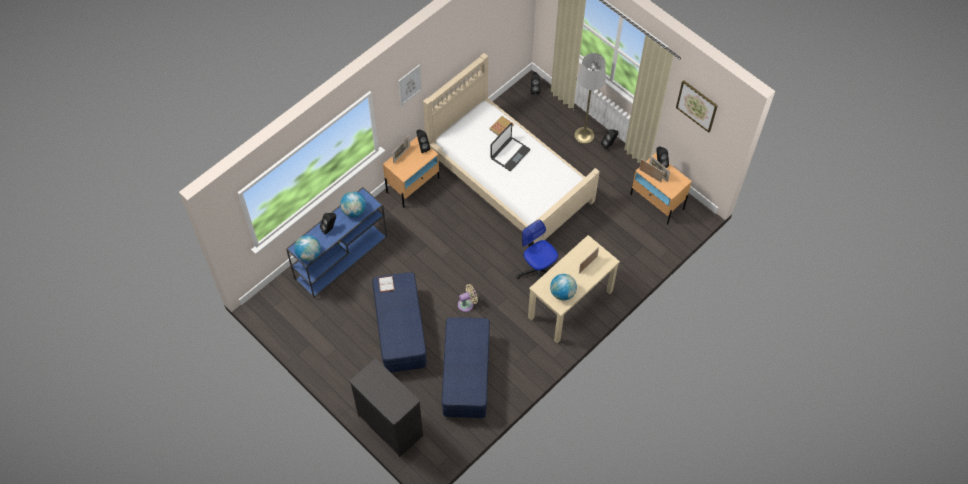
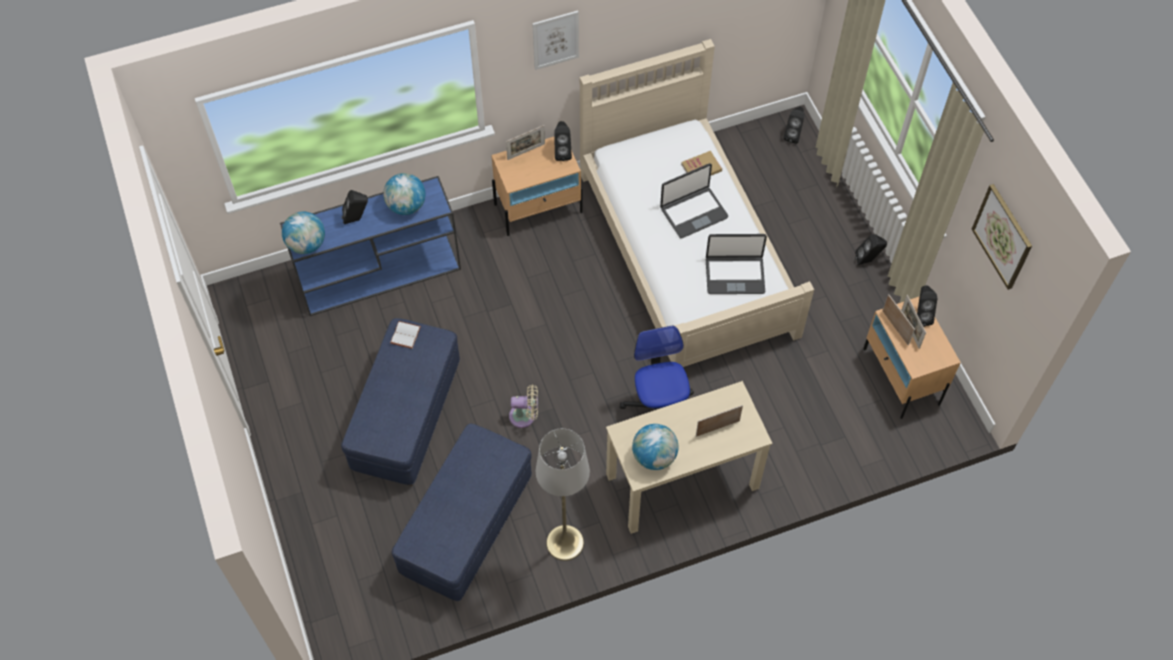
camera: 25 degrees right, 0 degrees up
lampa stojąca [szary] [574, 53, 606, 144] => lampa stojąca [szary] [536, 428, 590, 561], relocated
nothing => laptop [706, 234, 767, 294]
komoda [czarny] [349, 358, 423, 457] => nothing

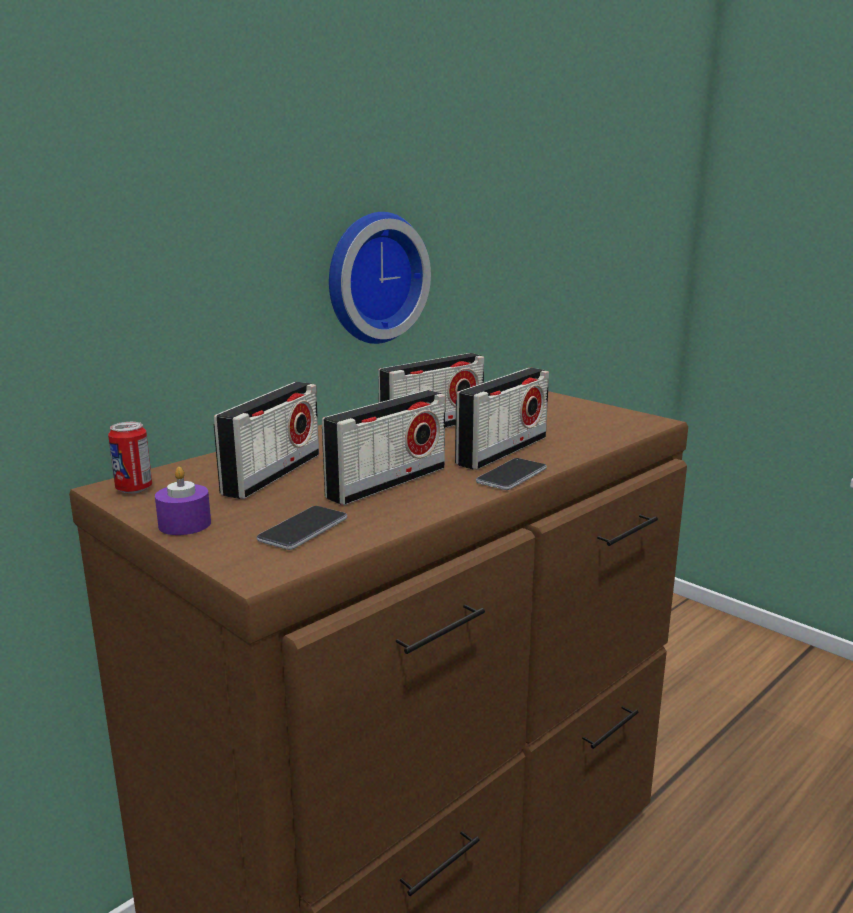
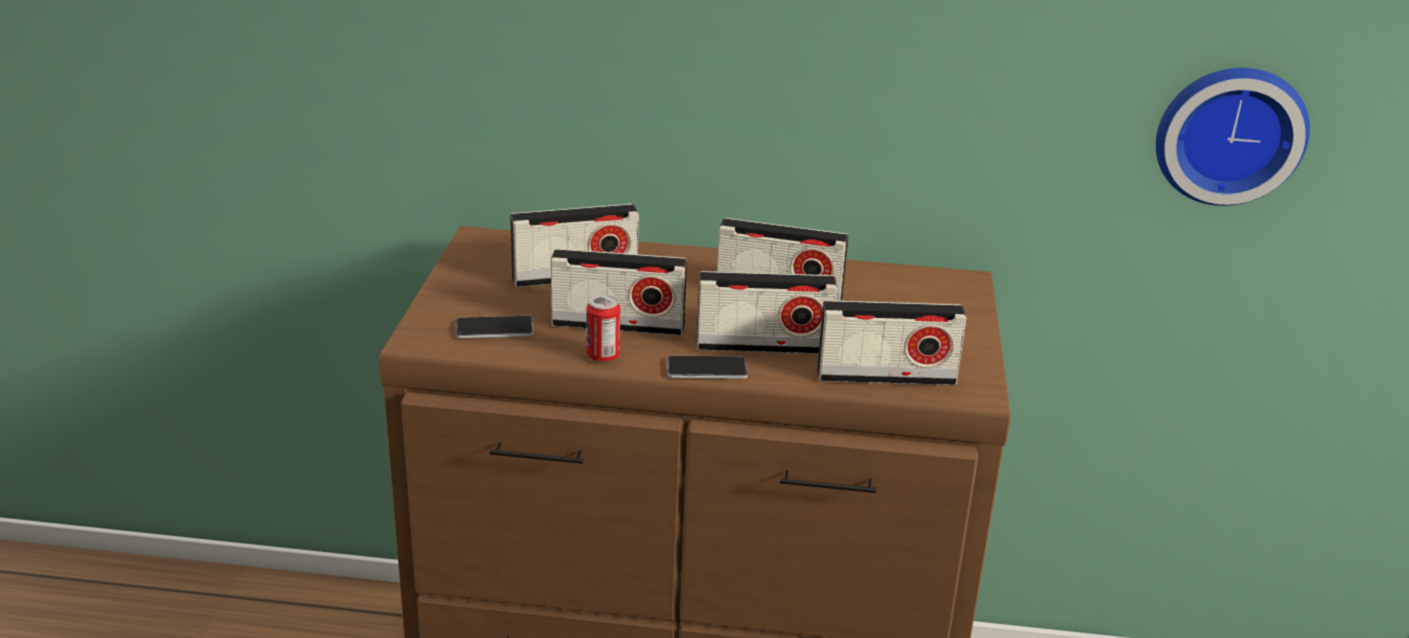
camera: 50 degrees right, 10 degrees up
puszka [108, 422, 152, 494] => puszka [586, 295, 620, 362], relocated
nothing => radio [817, 300, 966, 386]
zegar ścienny [329, 212, 431, 344] => zegar ścienny [1156, 68, 1310, 206], relocated
świeca [fioletowy] [155, 467, 211, 535] => nothing

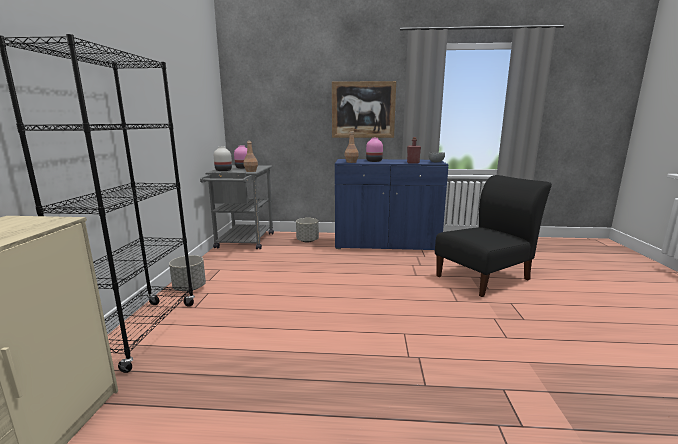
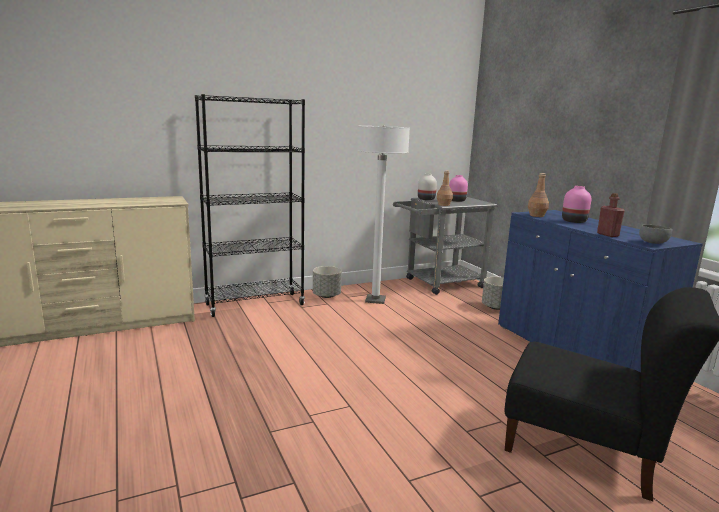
camera: 60 degrees right, 0 degrees up
nothing => lampa stojąca [biały] [356, 125, 410, 304]
obraz [332, 81, 396, 138] => nothing

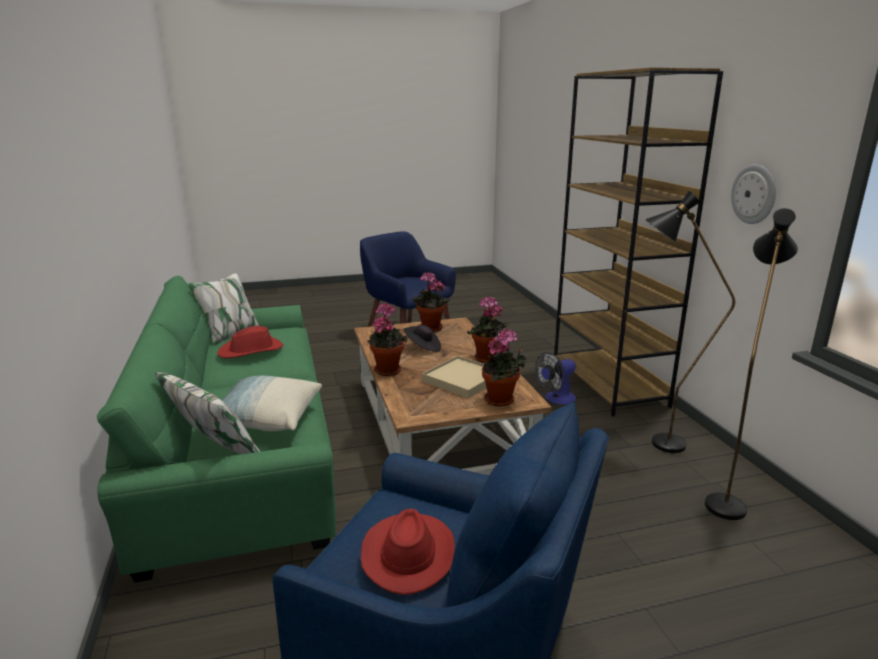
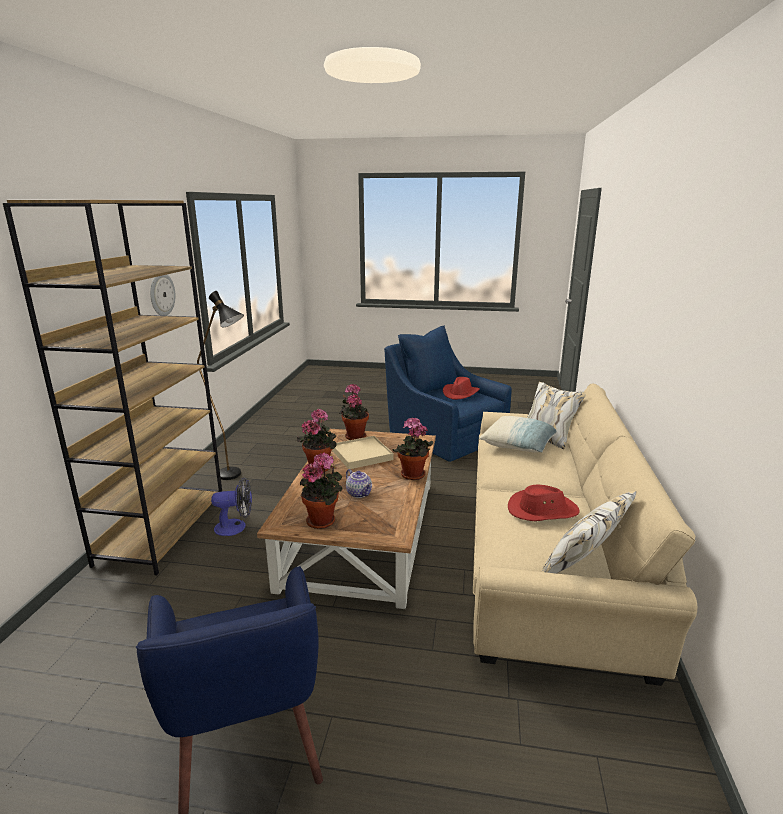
camera: 155 degrees left, 0 degrees up
kapelusz [czarny] [404, 324, 441, 352] => imbryk [346, 469, 372, 498]
kanapa [zielony] [97, 273, 336, 583] => kanapa [beżowy] [473, 382, 697, 686]
lampa stojąca [czarny] [705, 208, 798, 520] => nothing

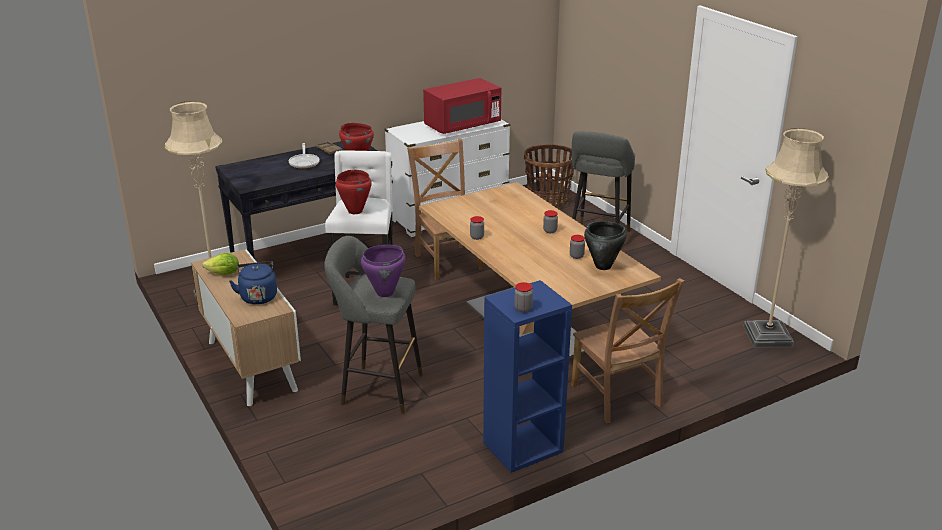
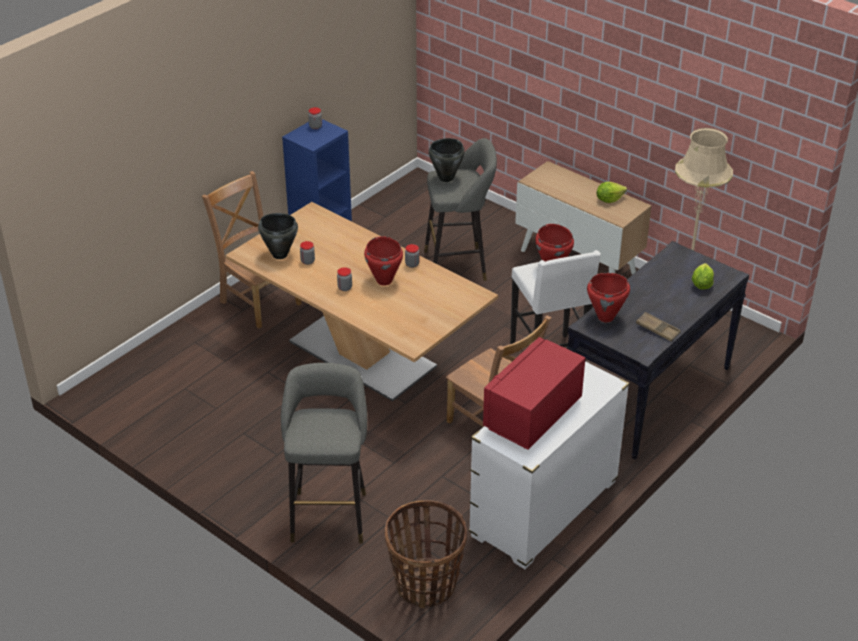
camera: 160 degrees right, 10 degrees up
nothing => garnek [czerwony] [364, 236, 403, 286]
garnek [fioletowy] [361, 245, 406, 297] => garnek [czarny] [429, 138, 465, 182]
nothing => sałata [692, 263, 714, 289]
czajnik [niebieski] [229, 261, 277, 304] => nothing
patelnia [289, 143, 320, 169] => nothing
lampa stojąca [beżowy] [743, 128, 829, 348] => nothing

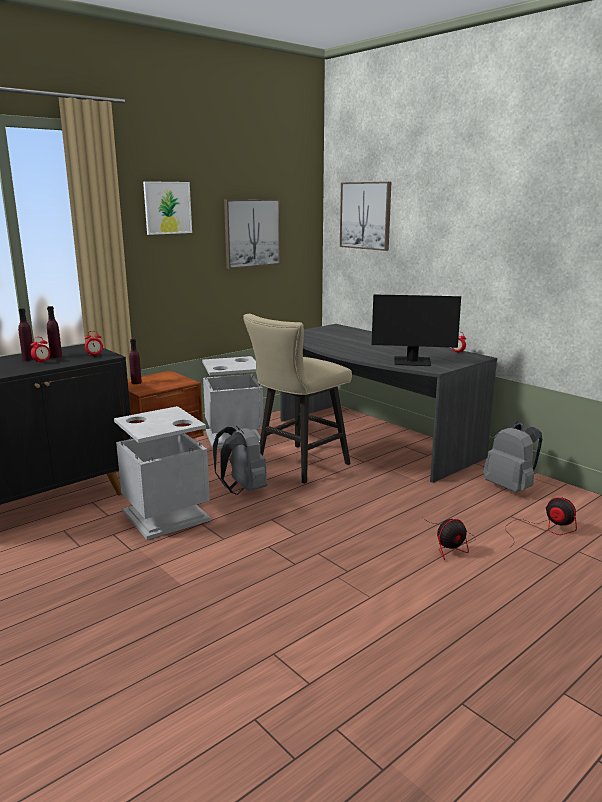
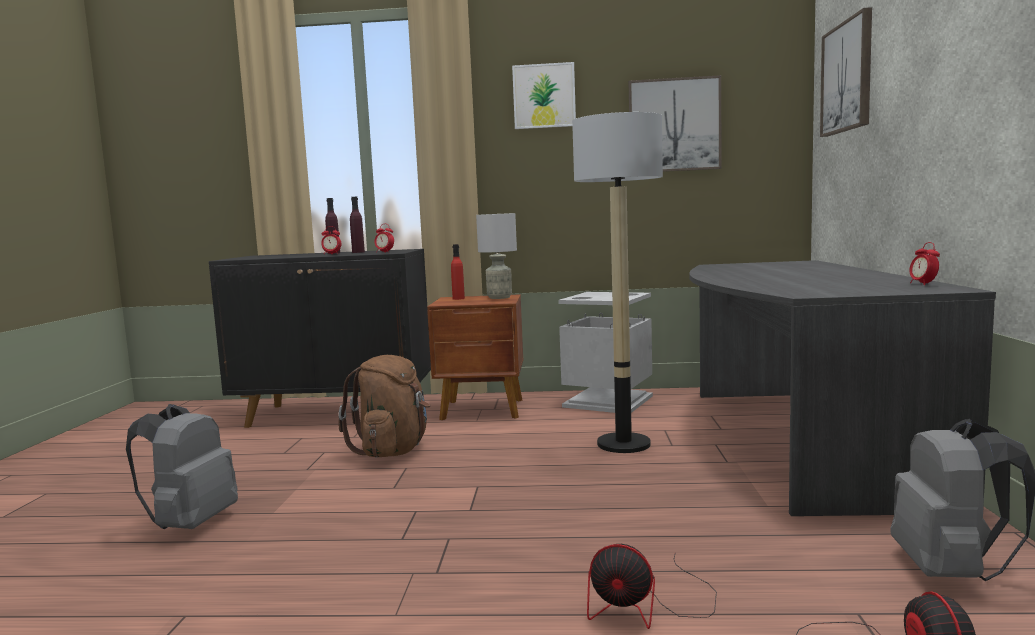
camera: 45 degrees right, 10 degrees down
plecak [szary] [213, 426, 268, 495] => plecak [szary] [126, 404, 238, 529], relocated
kosz na śmieci [szary] [114, 406, 211, 540] => plecak [brązowy] [338, 355, 430, 458]
butelka [fioletowy] [129, 339, 142, 384] => butelka [czerwony] [451, 244, 465, 300]
nothing => lampa stołowa [szary] [476, 213, 517, 299]
stołek [beżowy] [243, 314, 352, 484] => lampa stojąca [572, 112, 663, 453]
monitor [372, 295, 461, 366] => nothing

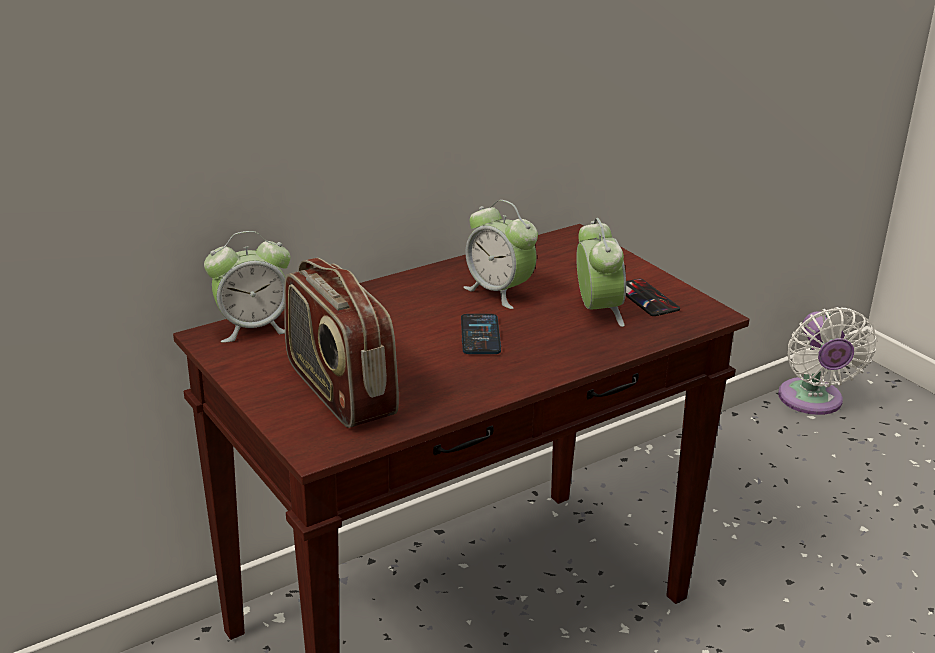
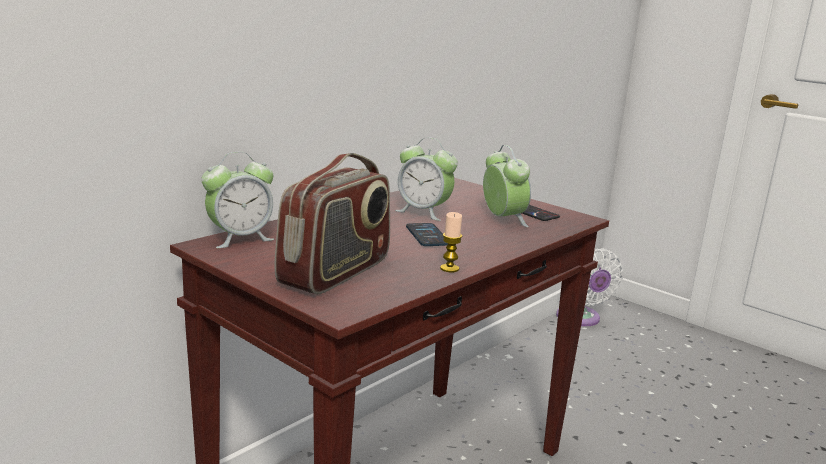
camera: 15 degrees left, 10 degrees down
radio [284, 258, 399, 428] => radio [275, 153, 390, 294], 105 degrees counterclockwise
nothing => świeca [440, 212, 462, 272]

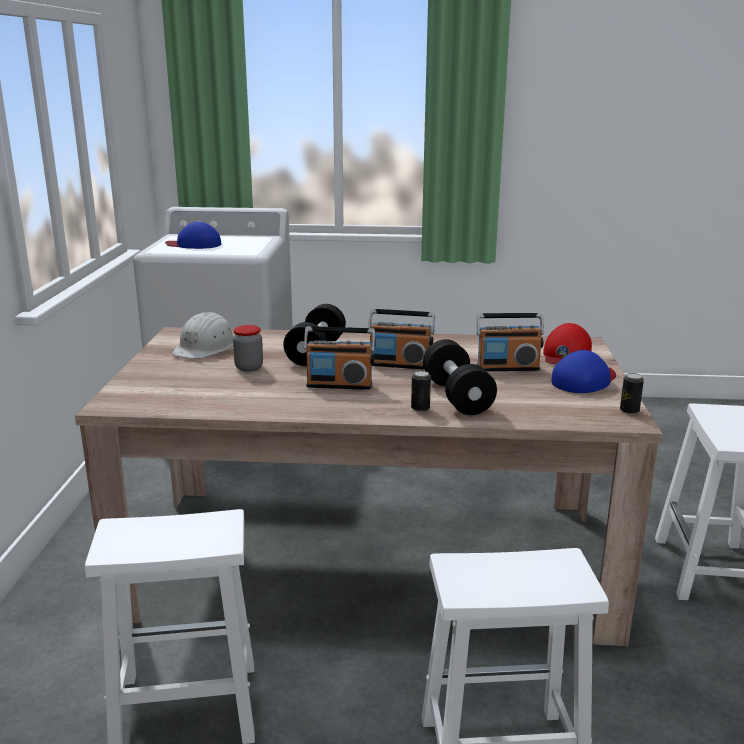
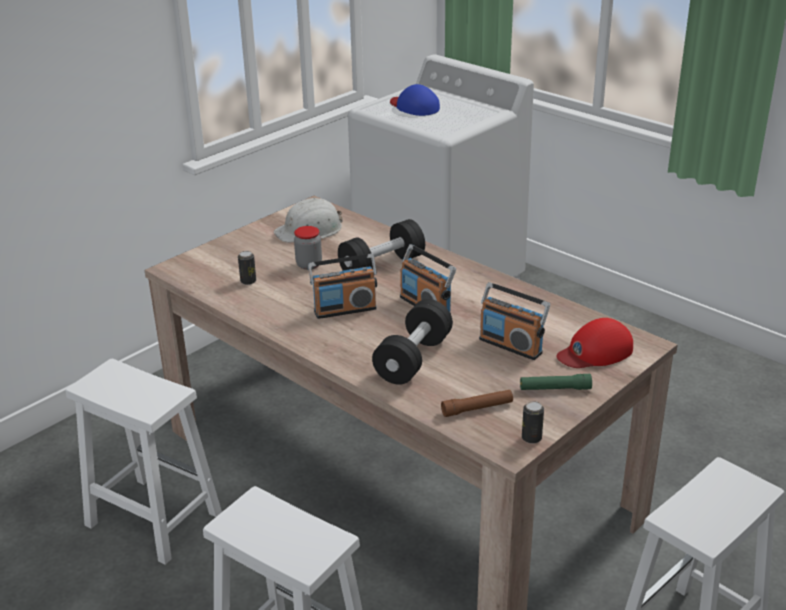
camera: 40 degrees right, 10 degrees up
puszka [411, 371, 431, 412] => puszka [238, 251, 256, 285], relocated
radio [304, 327, 375, 390] => radio [308, 254, 377, 319], 60 degrees counterclockwise
nothing => latarka [brązowy] [441, 390, 513, 417]
czapka z daszkiem [niebieski] [551, 350, 616, 393] => latarka [zielony] [520, 374, 592, 390]

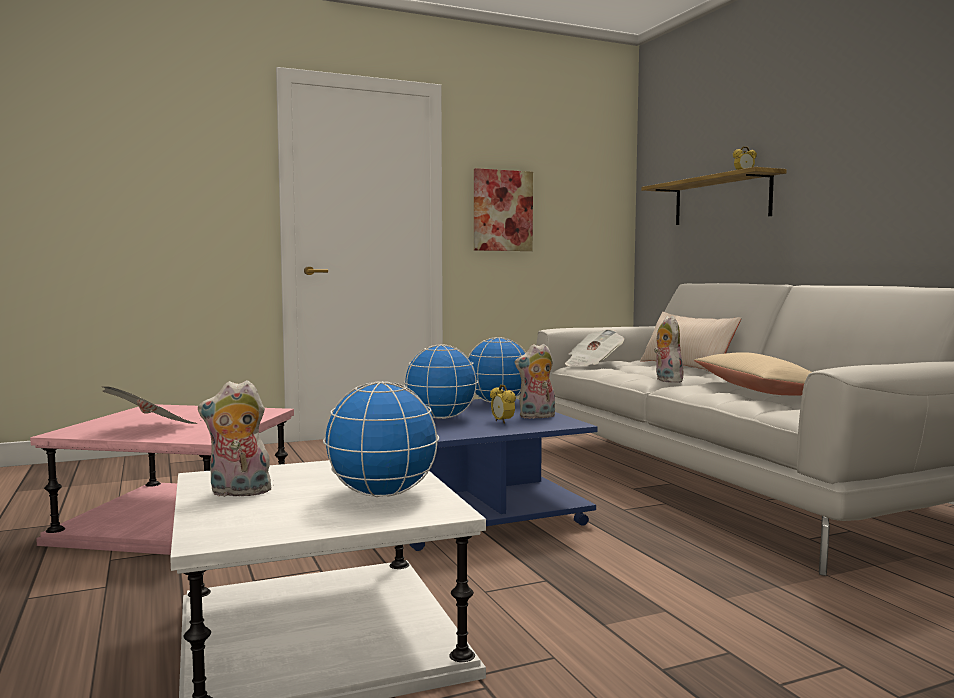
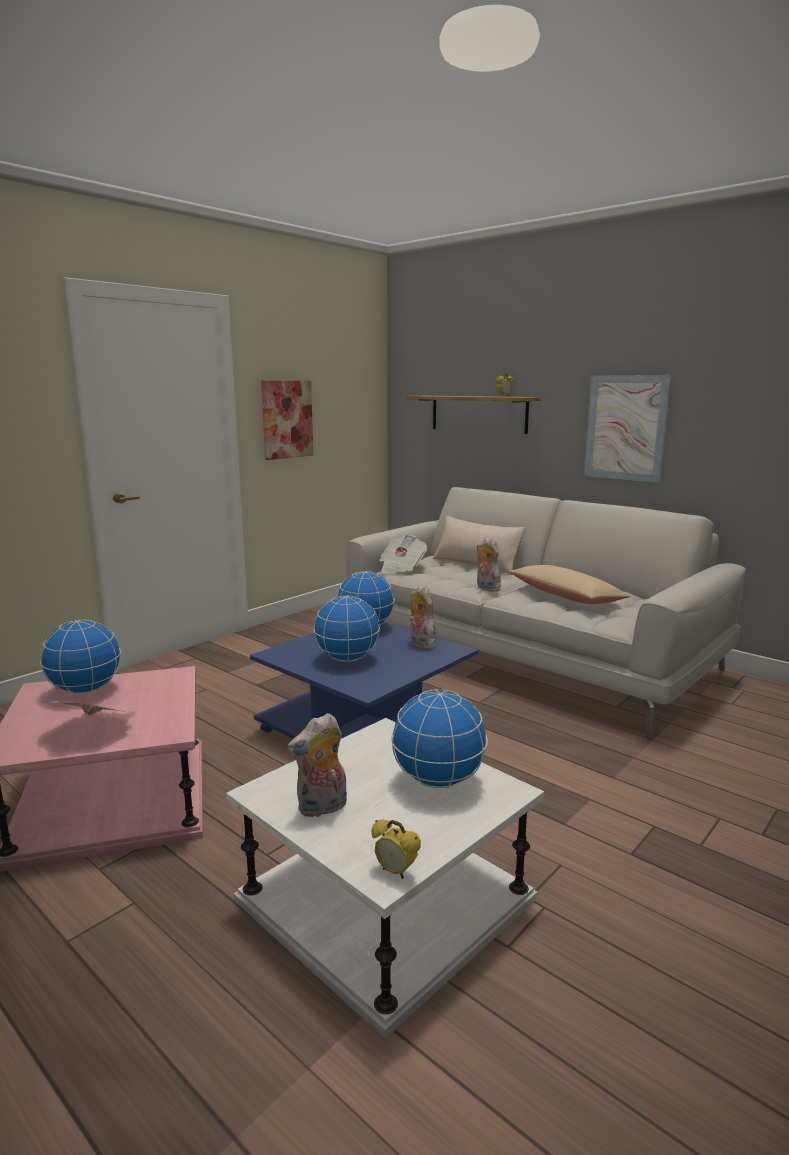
camera: 25 degrees left, 10 degrees up
nothing => globus [40, 619, 121, 694]
budzik [490, 385, 516, 424] => budzik [371, 820, 421, 879], relocated
pluszak [514, 344, 555, 419] => pluszak [409, 584, 436, 649], 105 degrees clockwise
nothing => obraz [584, 375, 672, 483]

